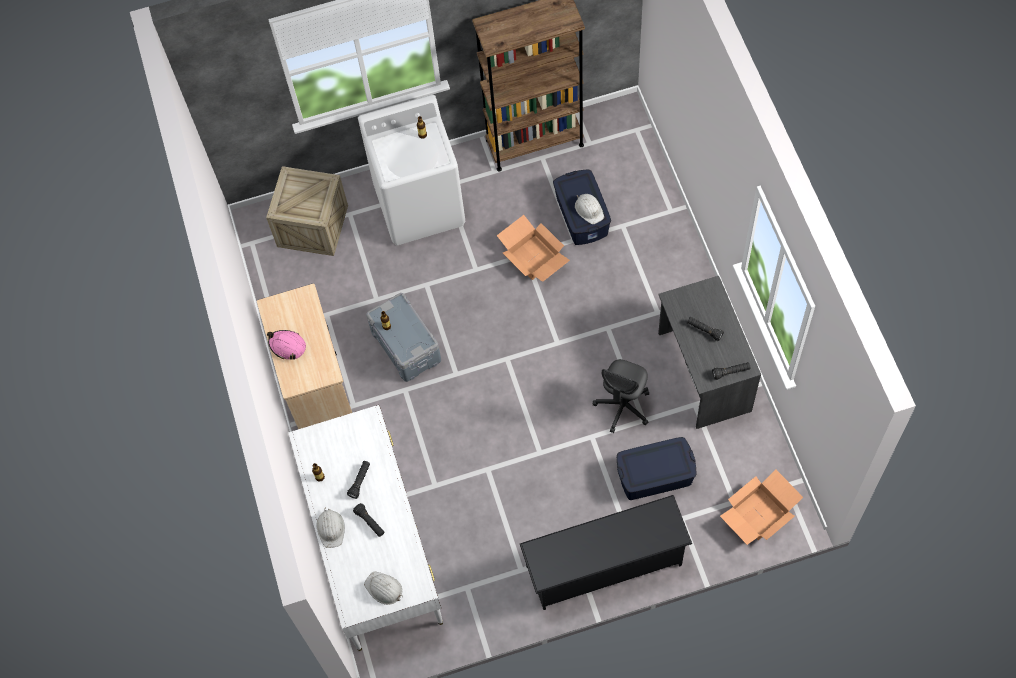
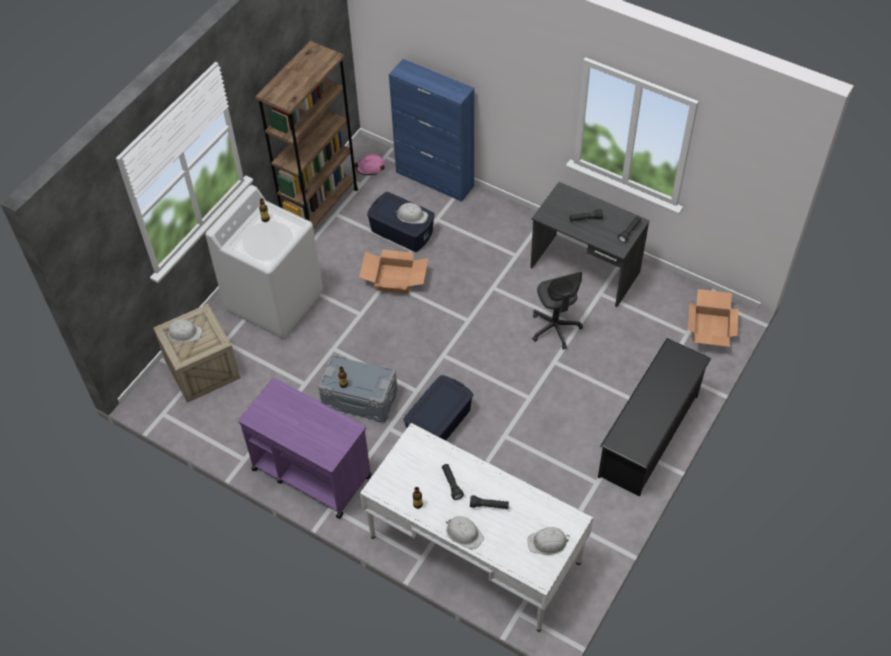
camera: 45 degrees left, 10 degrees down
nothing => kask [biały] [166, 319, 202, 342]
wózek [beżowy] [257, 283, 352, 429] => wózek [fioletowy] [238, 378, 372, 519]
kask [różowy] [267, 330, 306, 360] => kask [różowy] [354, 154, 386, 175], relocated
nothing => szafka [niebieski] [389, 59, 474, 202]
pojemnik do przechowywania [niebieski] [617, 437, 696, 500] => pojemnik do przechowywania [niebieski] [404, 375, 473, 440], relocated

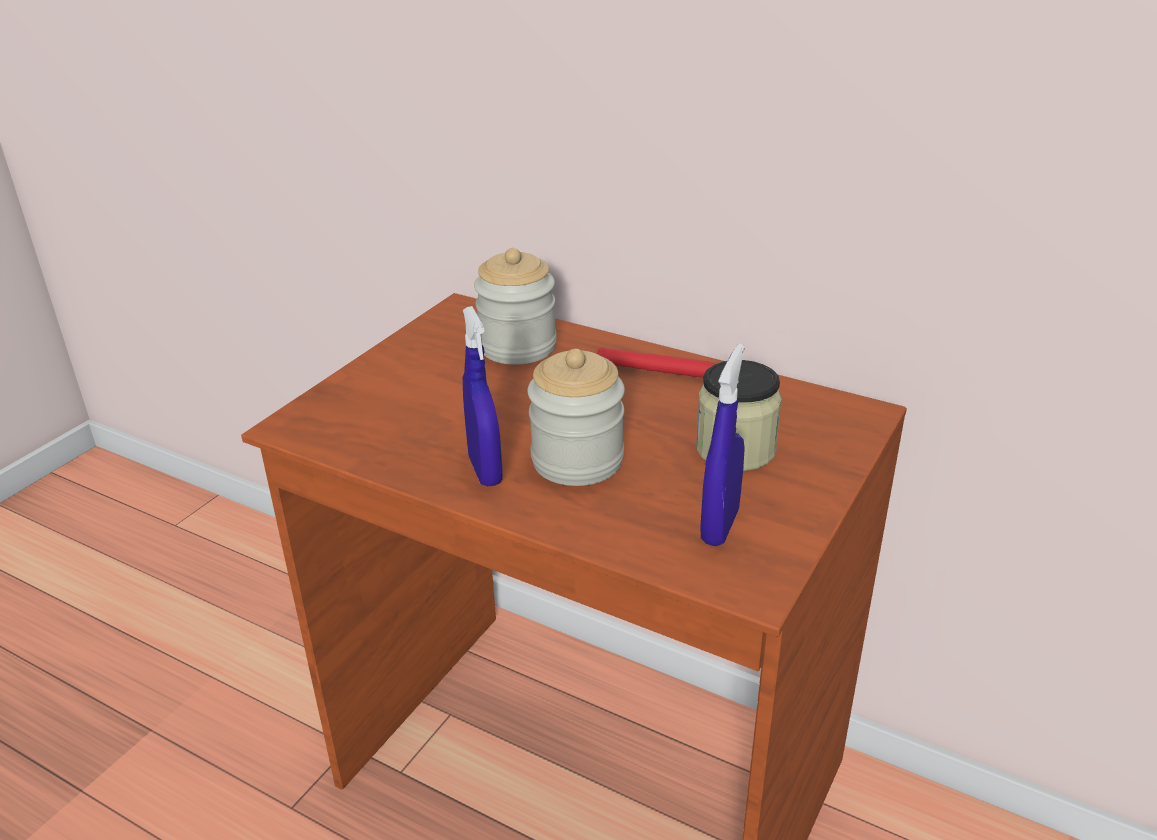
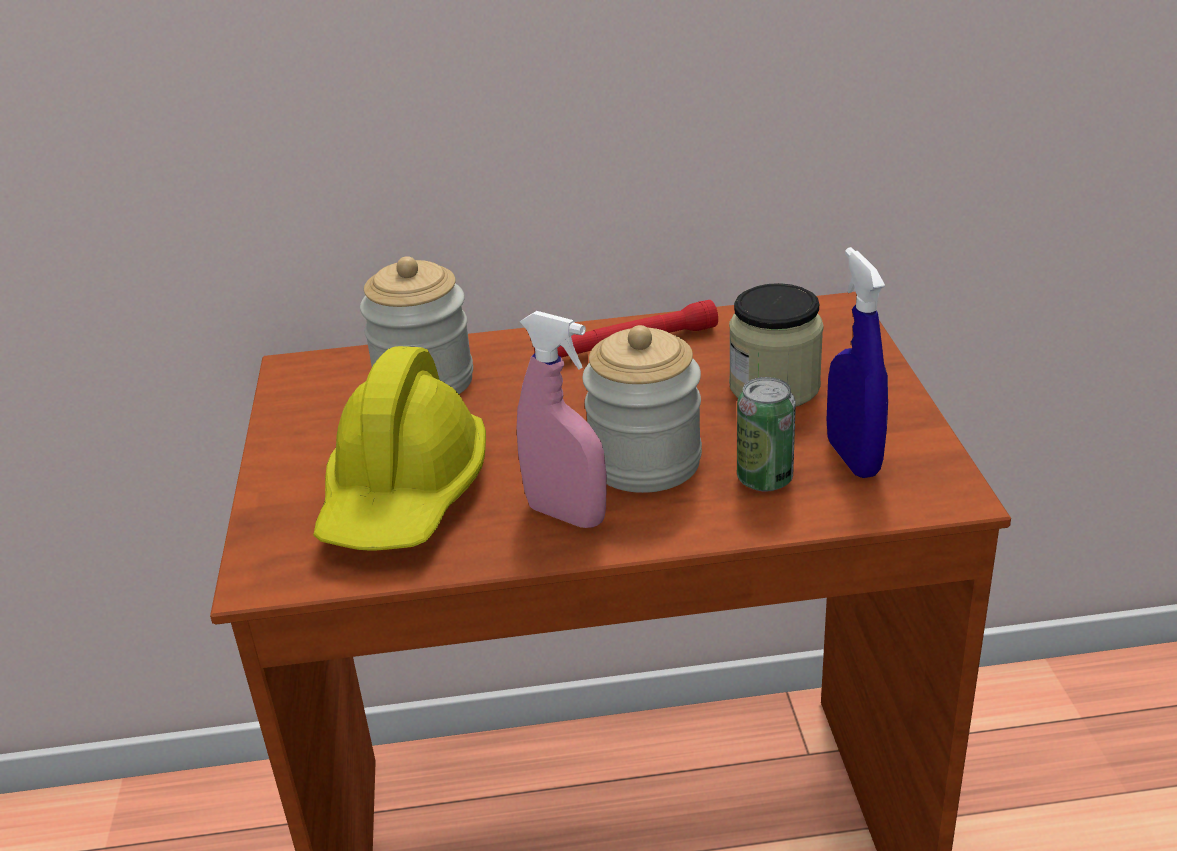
camera: 35 degrees left, 0 degrees up
nothing => kask [żółty] [313, 346, 486, 551]
spryskiwacz [niebieski] [463, 306, 502, 486] => spryskiwacz [różowy] [517, 311, 607, 528]
nothing => puszka [737, 377, 796, 492]

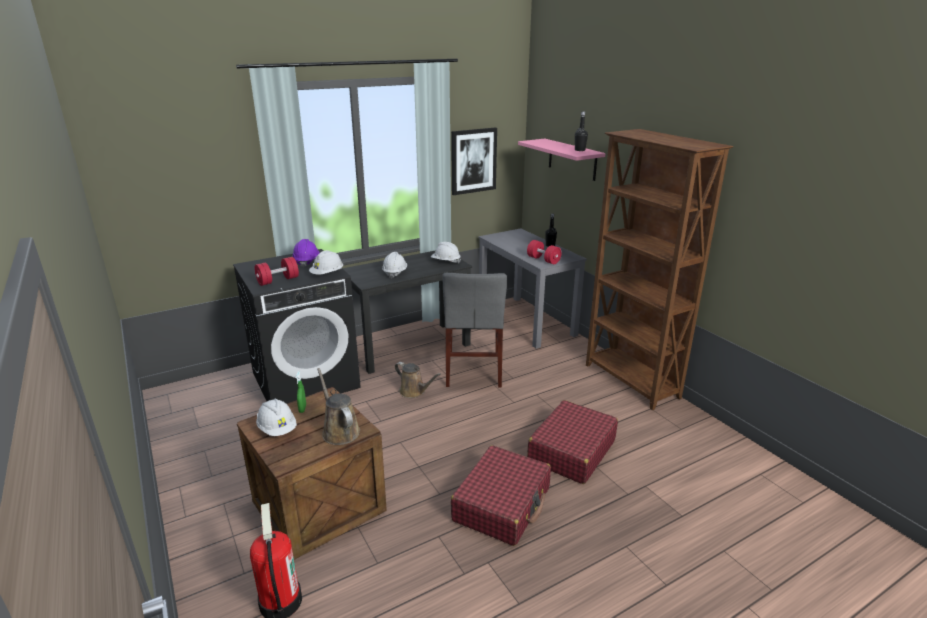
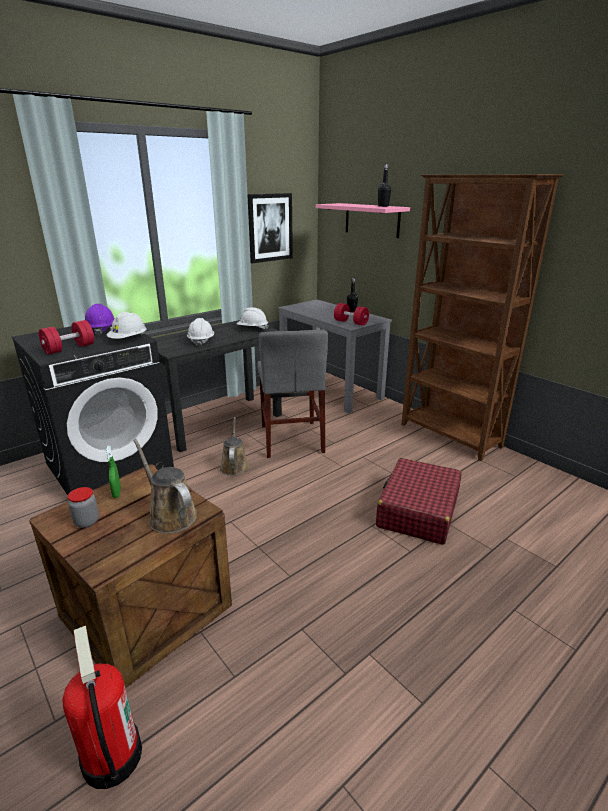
camera: 10 degrees left, 0 degrees up
kask [biały] [256, 399, 297, 436] => słoik [68, 487, 99, 528]
konewka [brązowy] [395, 362, 441, 398] => konewka [brązowy] [220, 417, 249, 476], 120 degrees counterclockwise
walizka [czerwony] [451, 445, 551, 546] => nothing

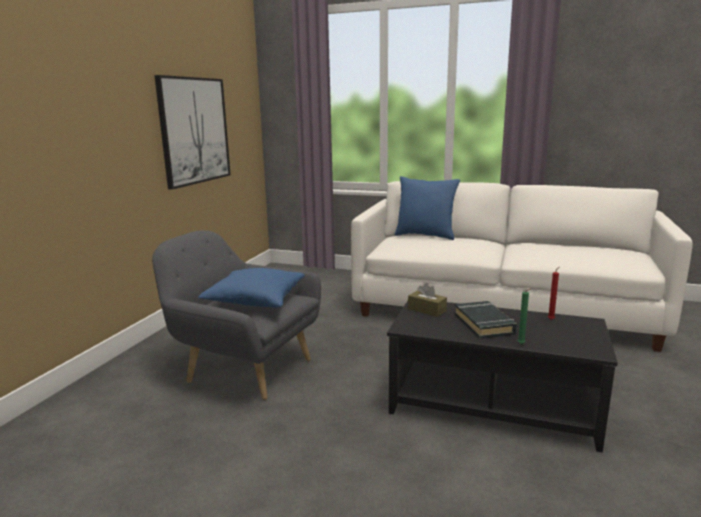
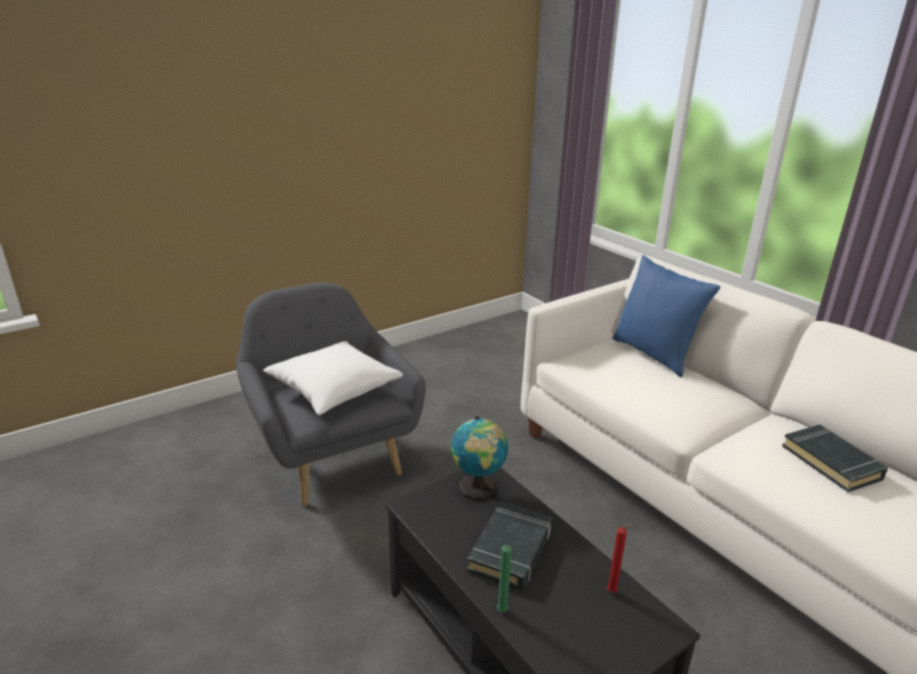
camera: 35 degrees right, 10 degrees up
poduszka [niebieski] [198, 268, 305, 307] => poduszka [biały] [263, 341, 403, 415]
pudełko chusteczek [brązowy] [408, 283, 447, 317] => globus [451, 416, 508, 500]
nothing => książka [czarny] [782, 425, 888, 492]
obraz [154, 75, 231, 190] => nothing

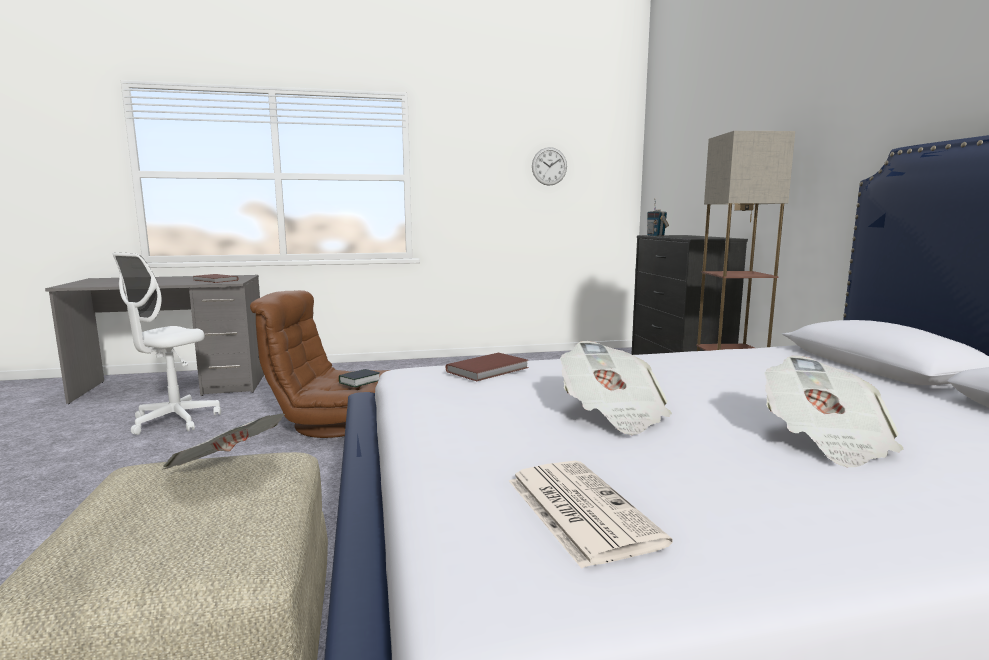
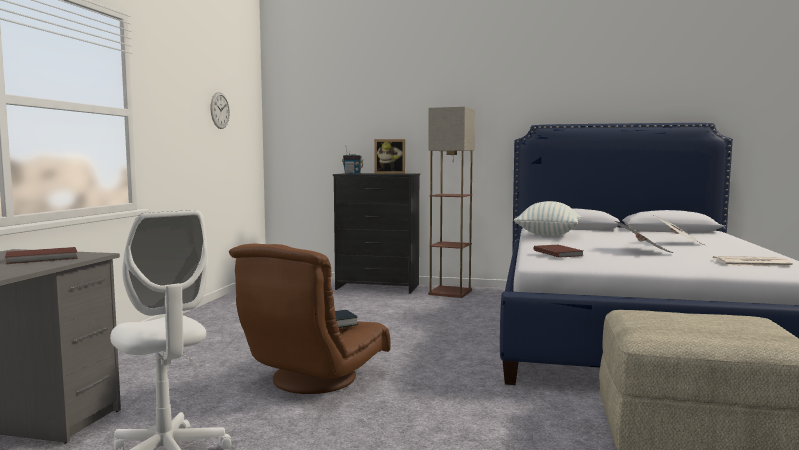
camera: 65 degrees left, 5 degrees down
nothing => ramka na zdjęcie [374, 139, 405, 174]
nothing => poduszka [514, 201, 582, 236]
gazeta [162, 414, 285, 470] => nothing

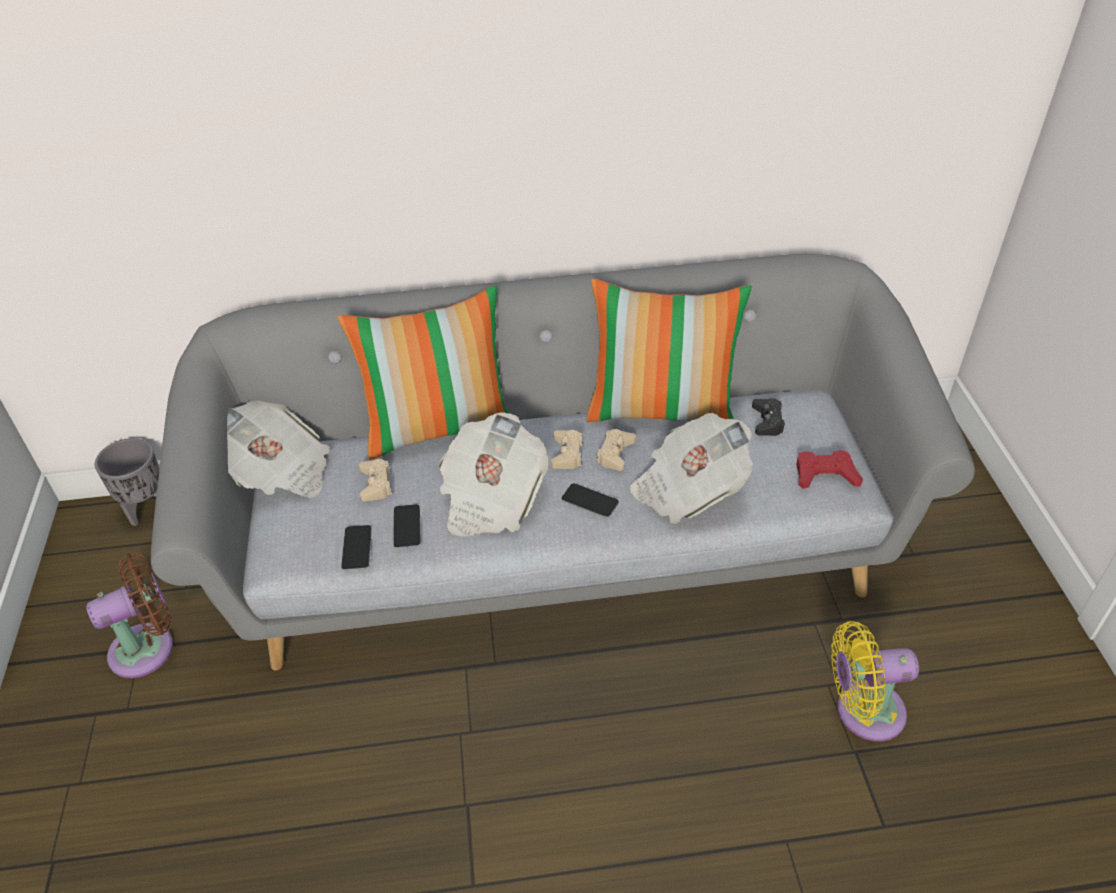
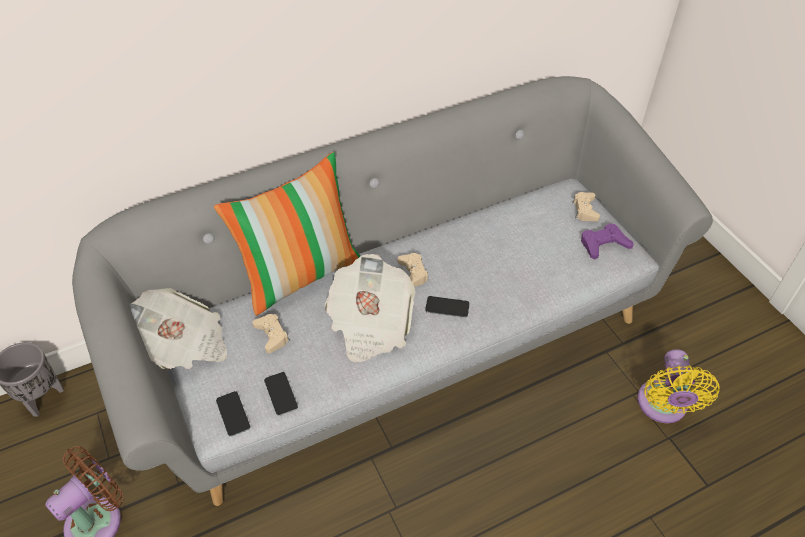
camera: 20 degrees left, 5 degrees up
telefon [393, 504, 421, 548] => telefon [216, 391, 250, 437], relocated
pad do gier [beżowy] [596, 429, 636, 471] => pad do gier [beżowy] [572, 192, 600, 221], relocated
pad do gier [czerwony] [796, 450, 863, 489] => pad do gier [fioletowy] [581, 224, 634, 259]
wentylator [żółty] [831, 621, 919, 741] => wentylator [żółty] [637, 349, 720, 424], 60 degrees counterclockwise
poduszka [587, 279, 752, 422] => nothing
gazeta [630, 413, 753, 524] => nothing
pad do gier [czarny] [752, 398, 785, 436] => nothing

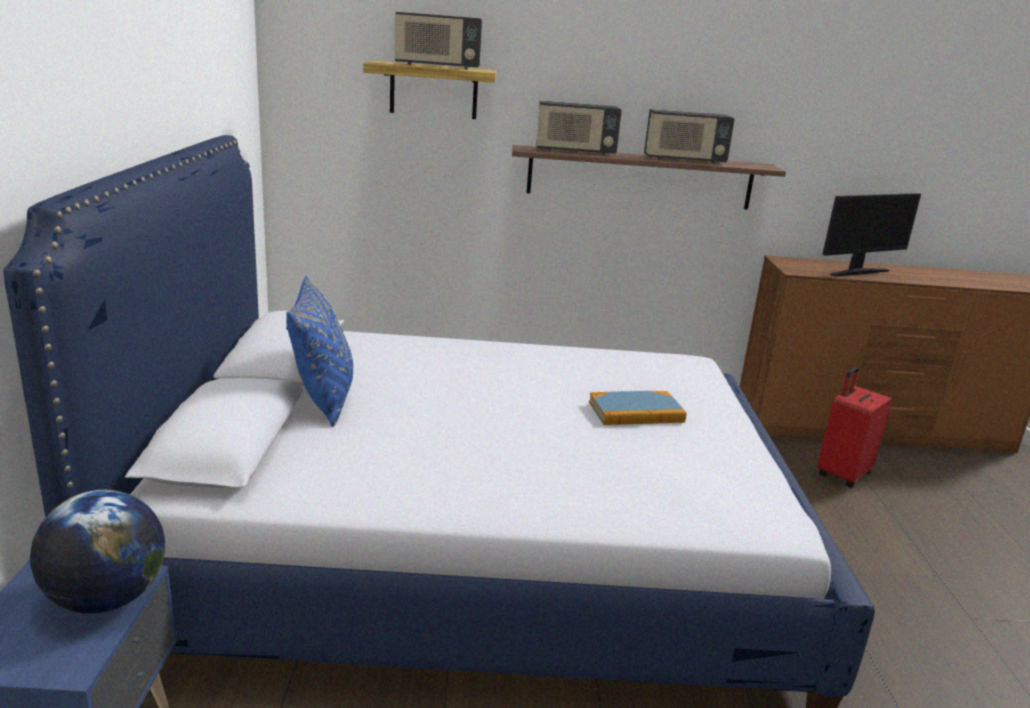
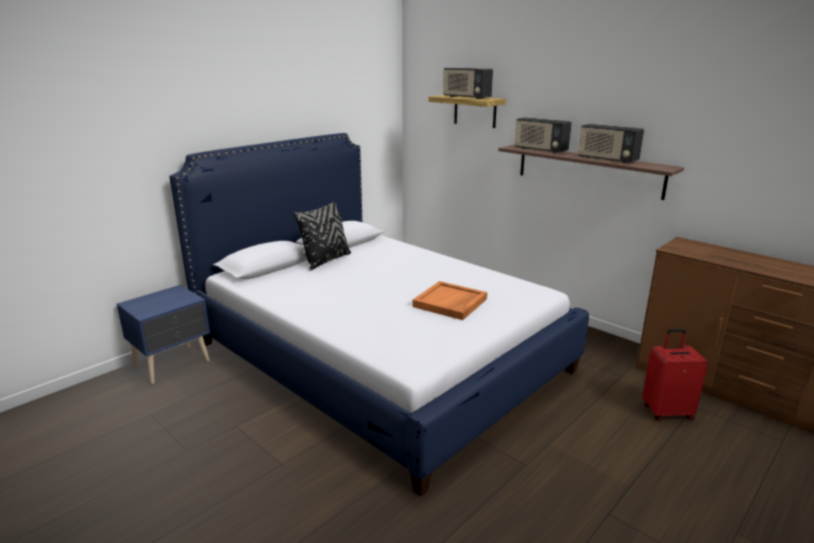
camera: 45 degrees right, 0 degrees up
poduszka [niebieski] [286, 276, 353, 427] => poduszka [czarny] [293, 201, 351, 271]
książka [589, 391, 686, 425] => taca [pomarańczowy] [412, 281, 487, 320]
globus [30, 490, 165, 613] => nothing
monitor [822, 193, 921, 276] => nothing

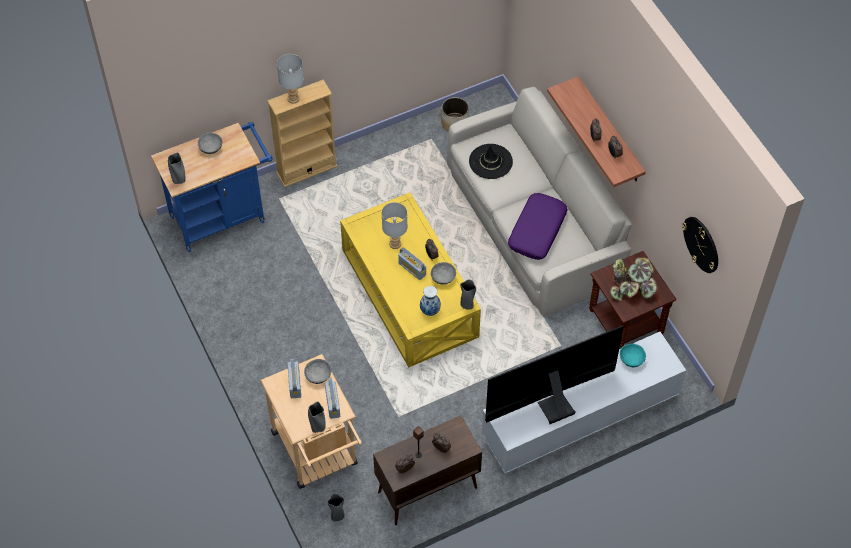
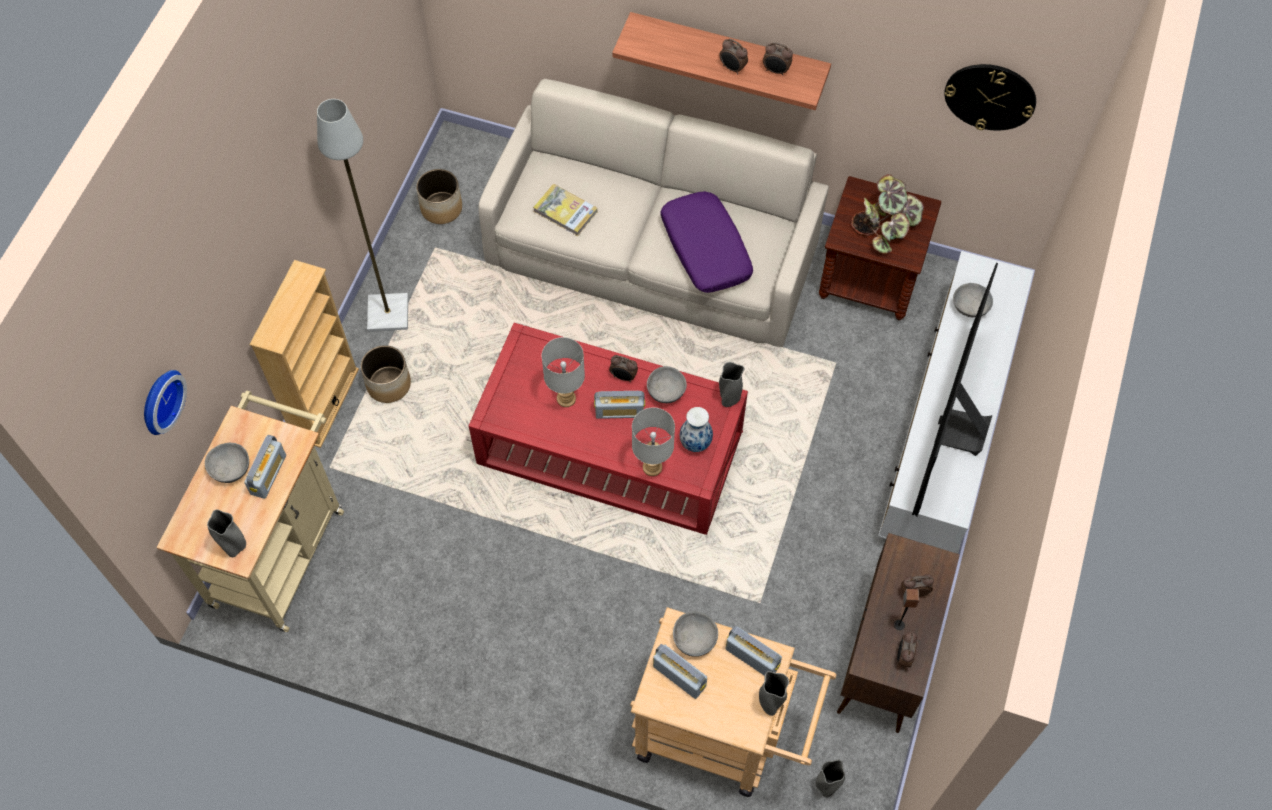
camera: 45 degrees left, 5 degrees up
nothing => zegar ścienny [144, 370, 187, 435]
wózek [niebieski] [151, 122, 273, 252] => wózek [beżowy] [156, 390, 344, 632]
nothing => radio [244, 435, 286, 499]
nothing => lampa stojąca [szary] [317, 99, 408, 332]
nothing => donica [361, 345, 411, 403]
ława [żółty] [340, 193, 481, 367] => ława [czerwony] [469, 323, 748, 535]
kapelusz [czarny] [469, 144, 513, 179] => książka [533, 184, 597, 236]
lampa stołowa [szary] [277, 54, 304, 104] => lampa stołowa [szary] [632, 407, 675, 476], relocated
miska [turkusowy] [620, 344, 646, 367] => miska [szary] [953, 283, 993, 317]

